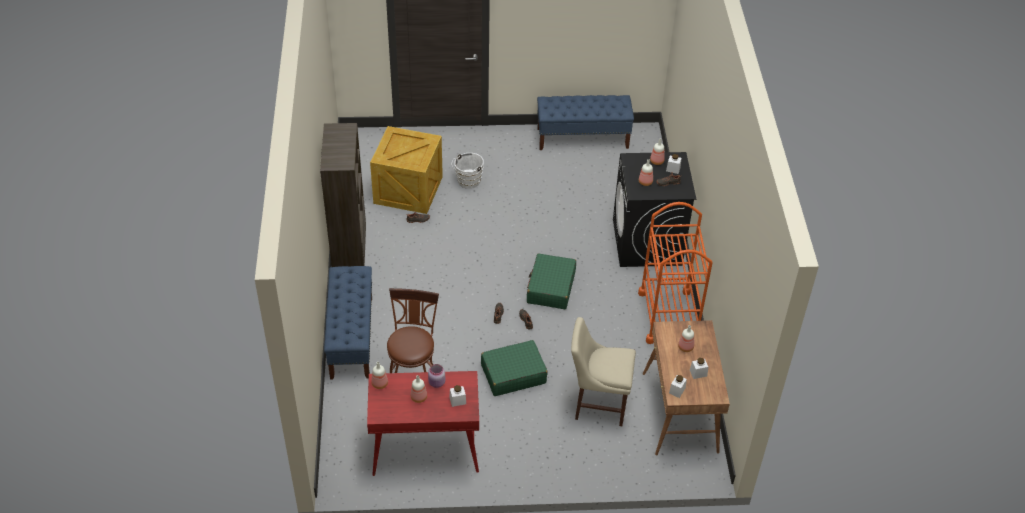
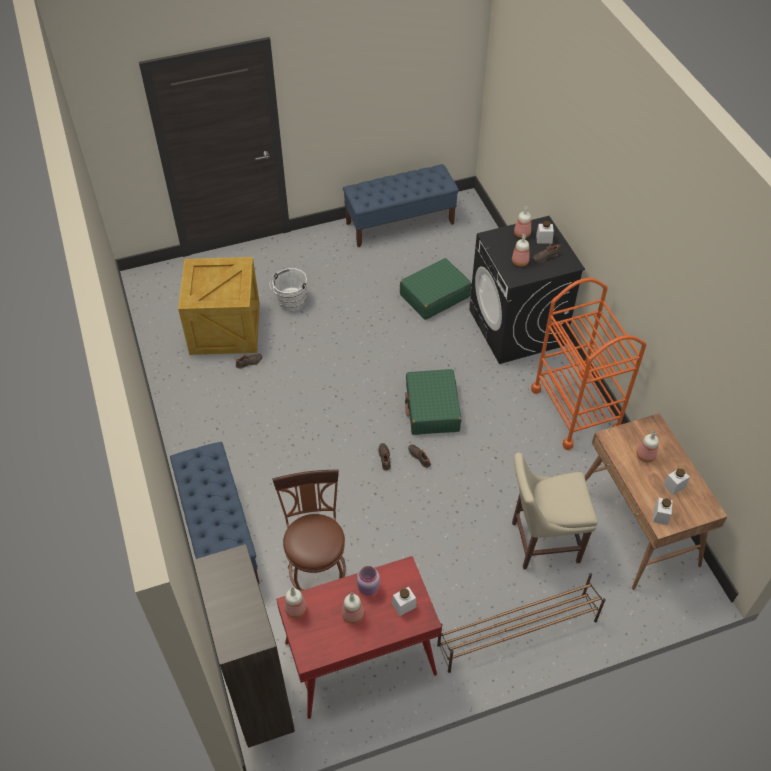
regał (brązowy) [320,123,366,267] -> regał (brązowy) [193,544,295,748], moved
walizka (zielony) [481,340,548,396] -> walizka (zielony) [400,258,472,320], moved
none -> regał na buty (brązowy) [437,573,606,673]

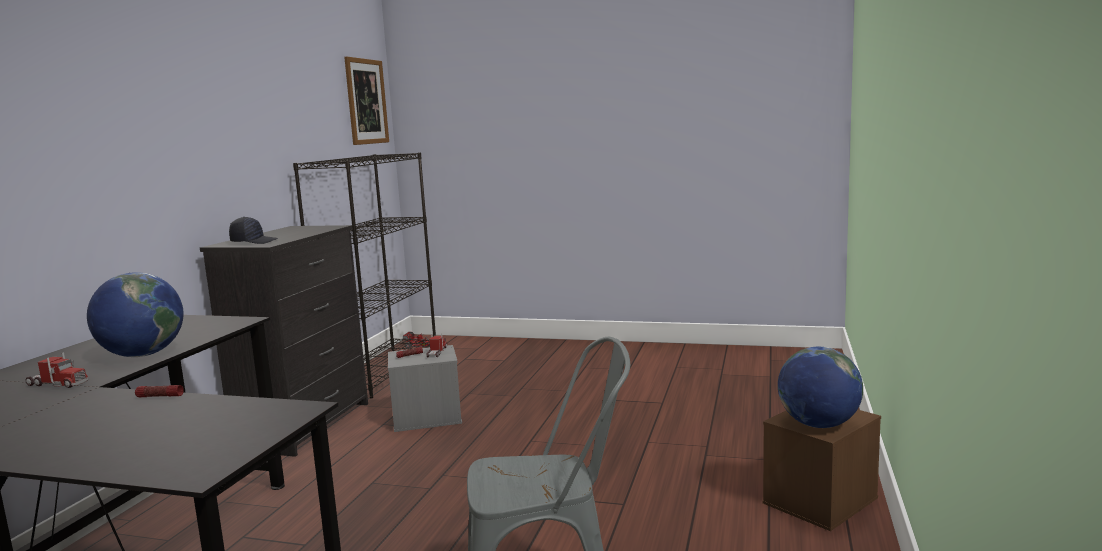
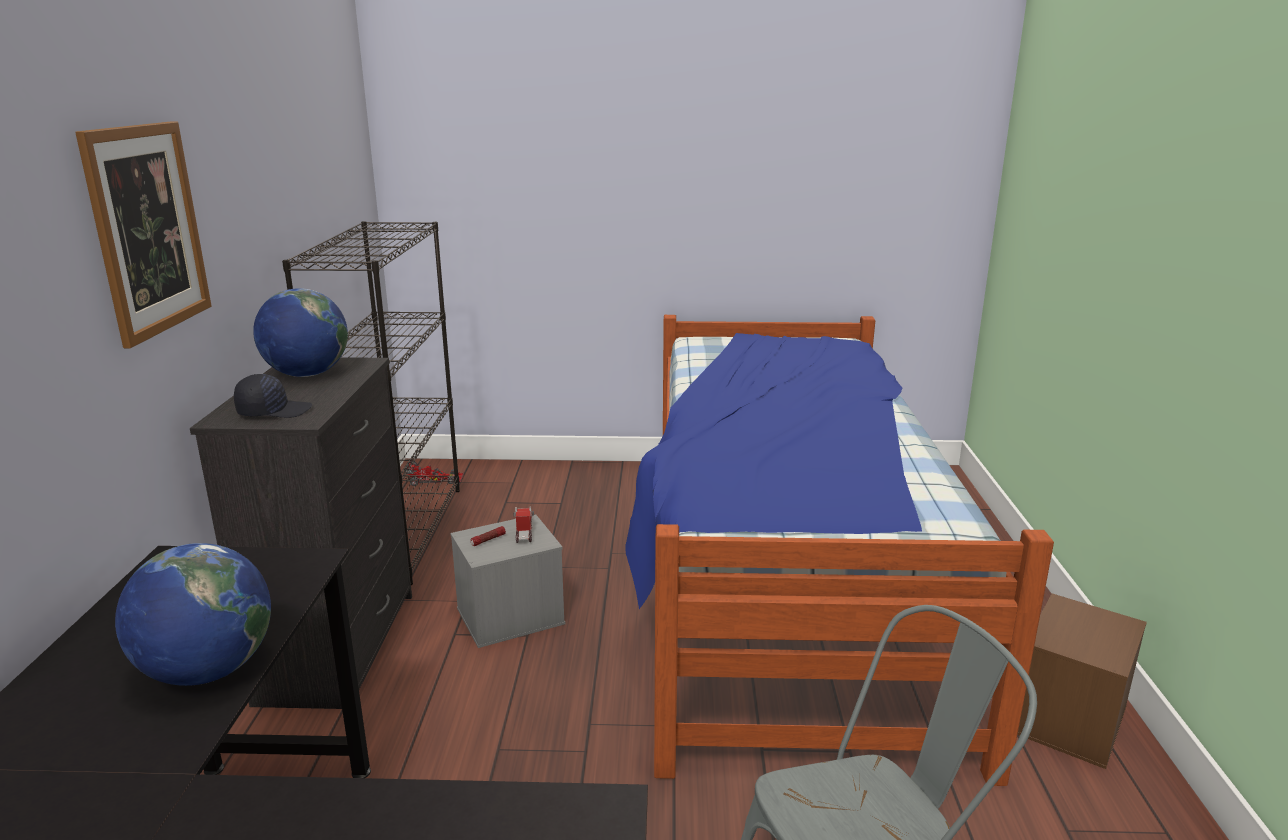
obraz [344,57,389,145] -> obraz [75,121,211,348], moved
globus [778,347,863,428] -> globus [253,288,348,377], moved
ciężarówka zabawkowa [26,352,88,388] -> none
latarka [135,385,184,397] -> none
none -> łóżko [625,315,1054,786]

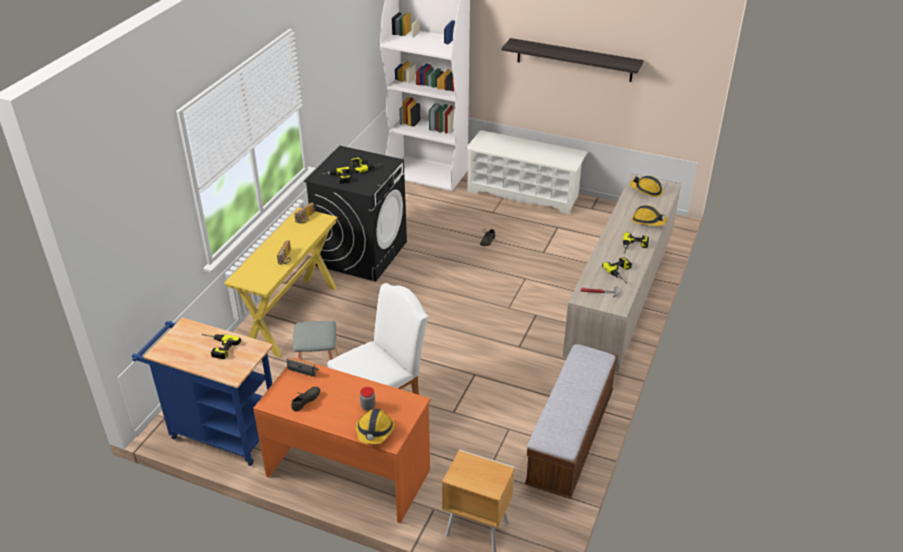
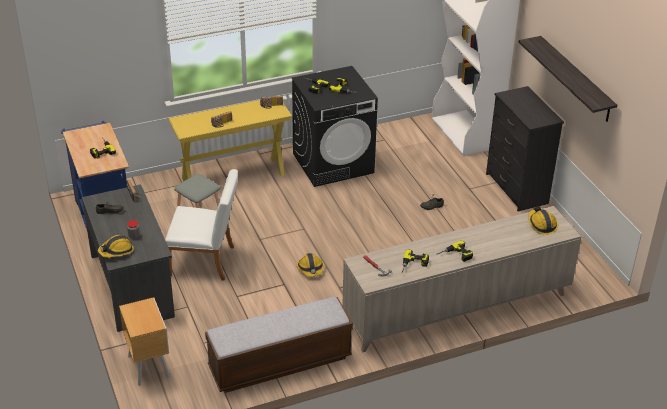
regał na buty (biały) [465,130,587,215] -> komoda (czarny) [486,86,564,211]
kask [631,205,667,226] -> kask [297,253,324,277], moved
biurko (pomarańczowy) [253,358,430,523] -> biurko (szary) [82,184,175,332]

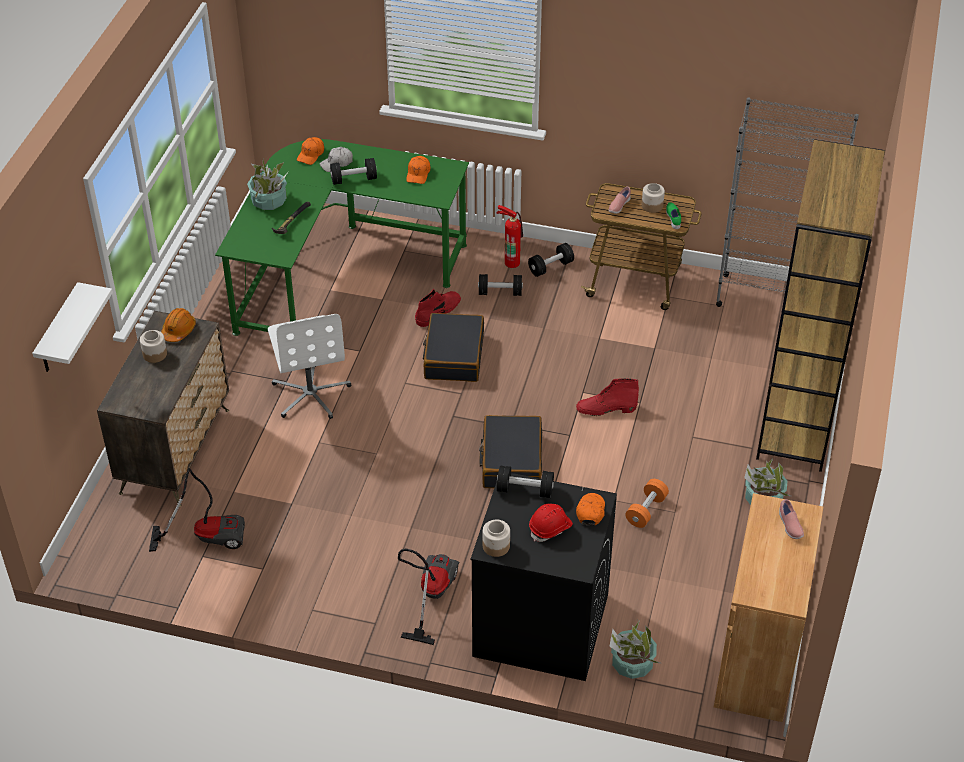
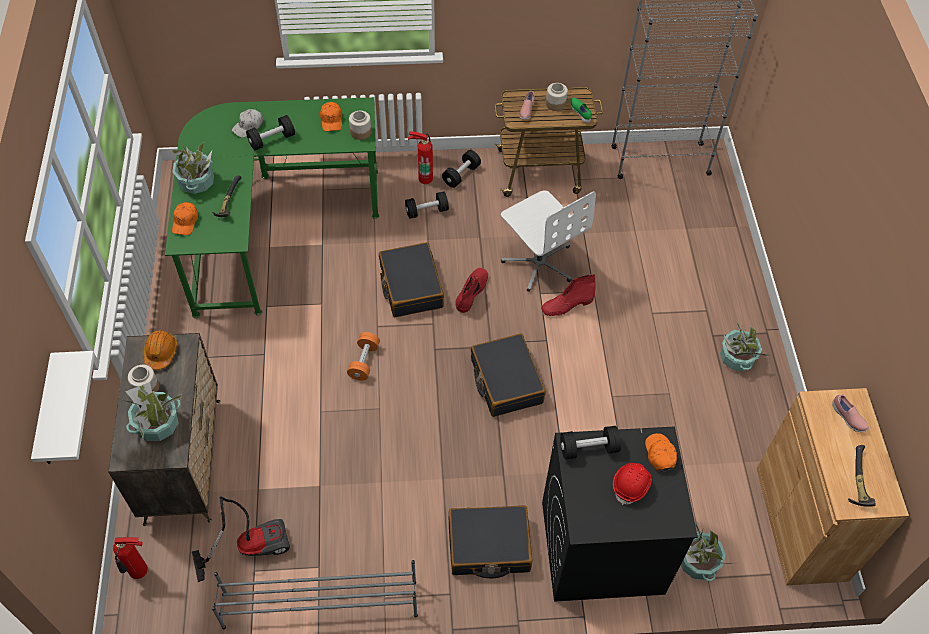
czapka z daszkiem (pomarańczowy) [297,137,324,165] -> czapka z daszkiem (pomarańczowy) [172,202,198,235], moved
regał (brązowy) [756,139,885,472] -> none
but z cholewką (czerwony) [415,289,461,327] -> but z cholewką (czerwony) [455,268,488,313], moved
krzesło biurowe (biały) [268,314,351,419] -> krzesło biurowe (biały) [501,190,596,292], moved
hantel (pomarańczowy) [625,479,669,528] -> hantel (pomarańczowy) [347,332,380,381], moved
słoik [483,520,510,557] -> słoik [349,111,371,140], moved
odkurzacz [398,549,460,645] -> walizka (czarny) [449,505,532,578]
none -> roślina doniczkowa [122,382,182,441]
none -> młotek [848,445,876,507]
none -> gaśnica [113,537,148,579]
none -> regał na buty (szary) [212,560,418,630]

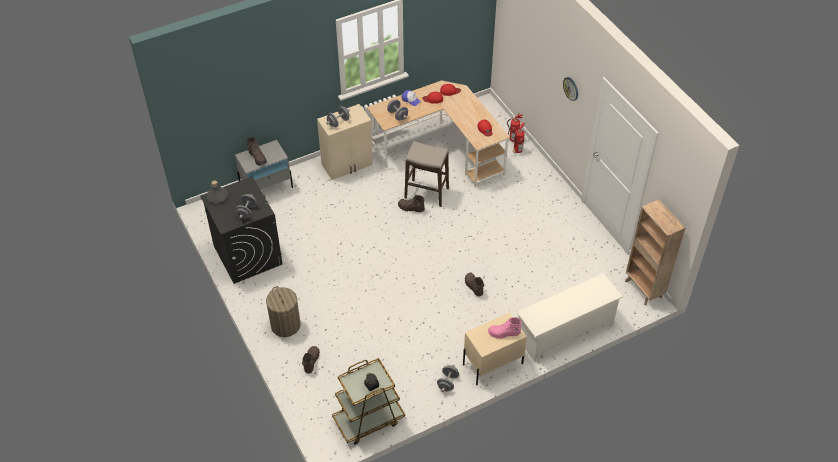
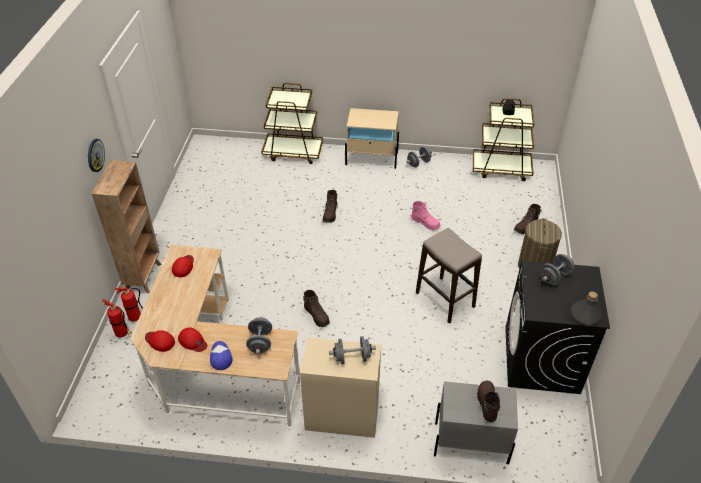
stołek [404,141,449,207] -> stołek [416,228,482,324], moved
regał (brązowy) [625,199,685,305] -> regał (brązowy) [92,160,162,294], moved
regał na buty (biały) [517,273,623,362] -> wózek (brązowy) [261,83,323,164]
but z cholewką (różowy) [488,317,522,339] -> but z cholewką (różowy) [411,201,441,230], moved

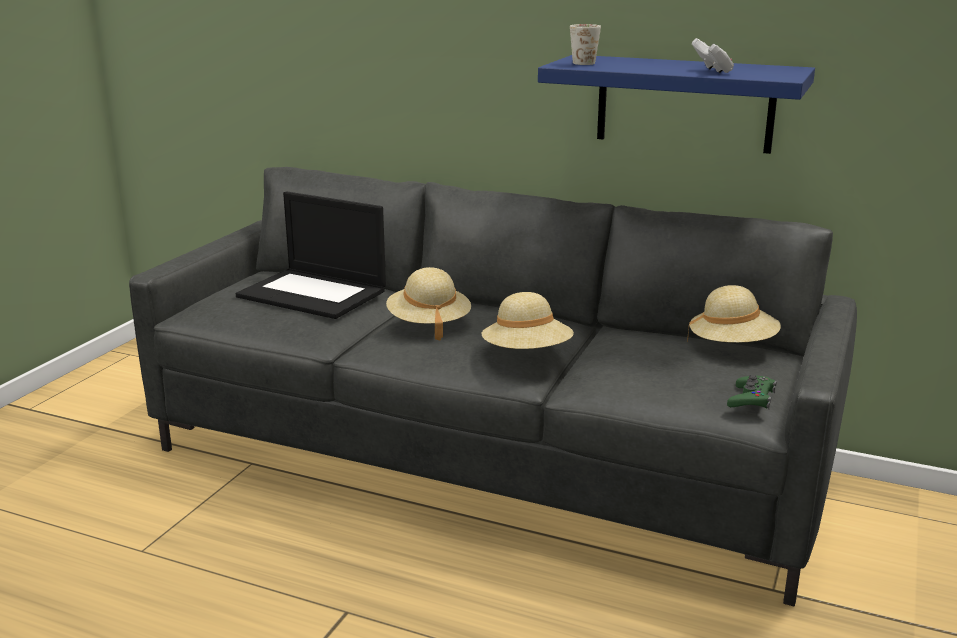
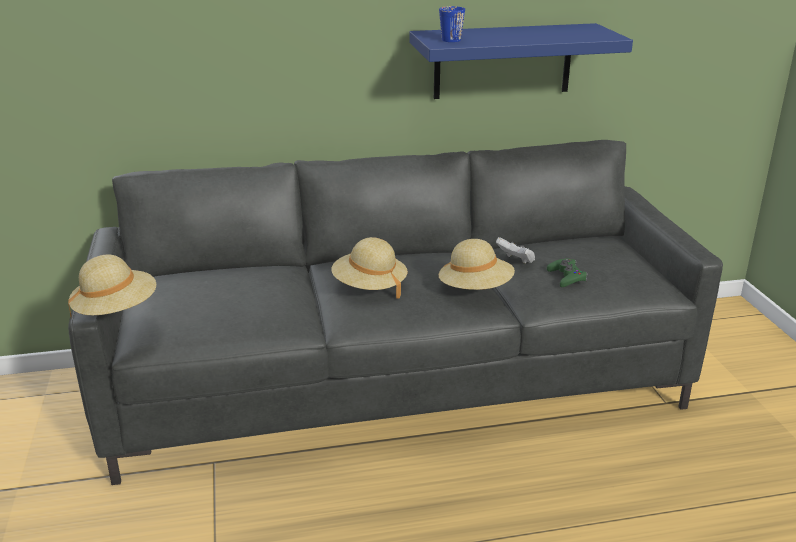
kubek (biały) [570,24,601,65] -> kubek (niebieski) [439,6,465,42]
pad do gier (biały) [692,38,734,73] -> pad do gier (biały) [496,237,535,264], moved
laptop [236,191,386,319] -> none
kapelusz (beżowy) [687,285,781,343] -> kapelusz (beżowy) [68,254,156,317], moved
pad do gier (zielony) [727,375,777,409] -> pad do gier (zielony) [547,259,588,287], moved

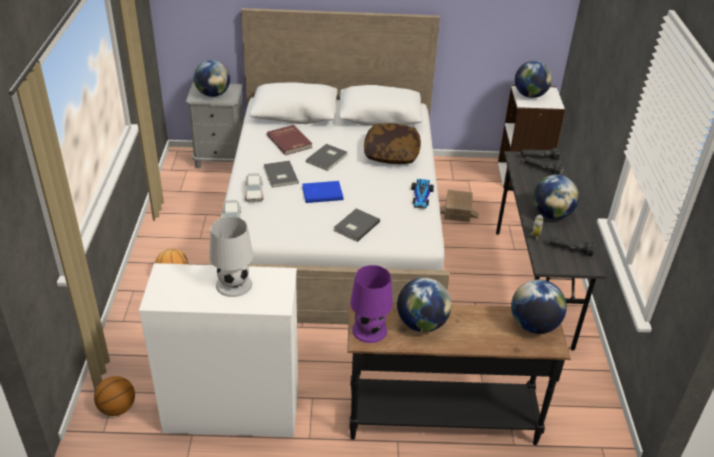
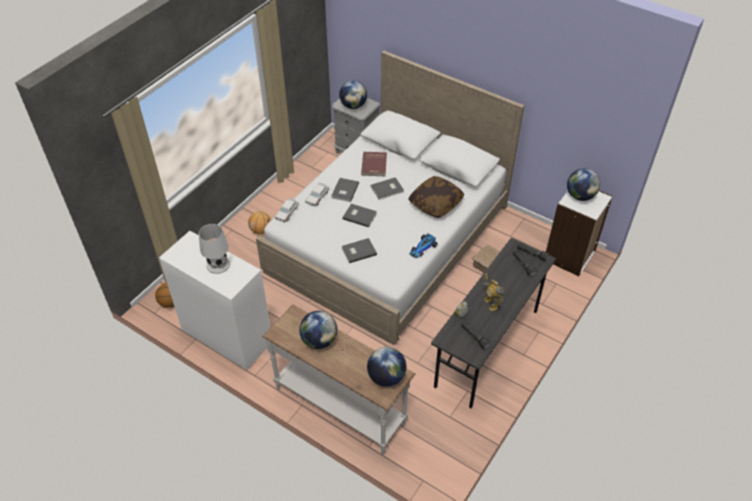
globus [533,174,579,219] -> robot zabawkowy [483,273,504,312]
książka (niebieski) [302,181,343,203] -> książka (szary) [342,204,377,227]
lampa stołowa (fioletowy) [350,265,393,343] -> none
stolik konsolowy (czarny) [347,301,571,445] -> stolik konsolowy (biały) [262,305,416,455]

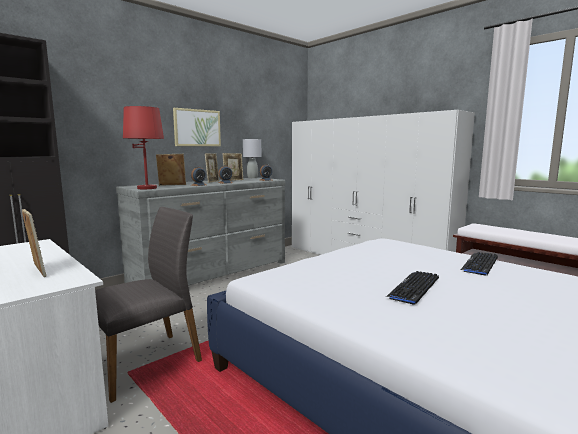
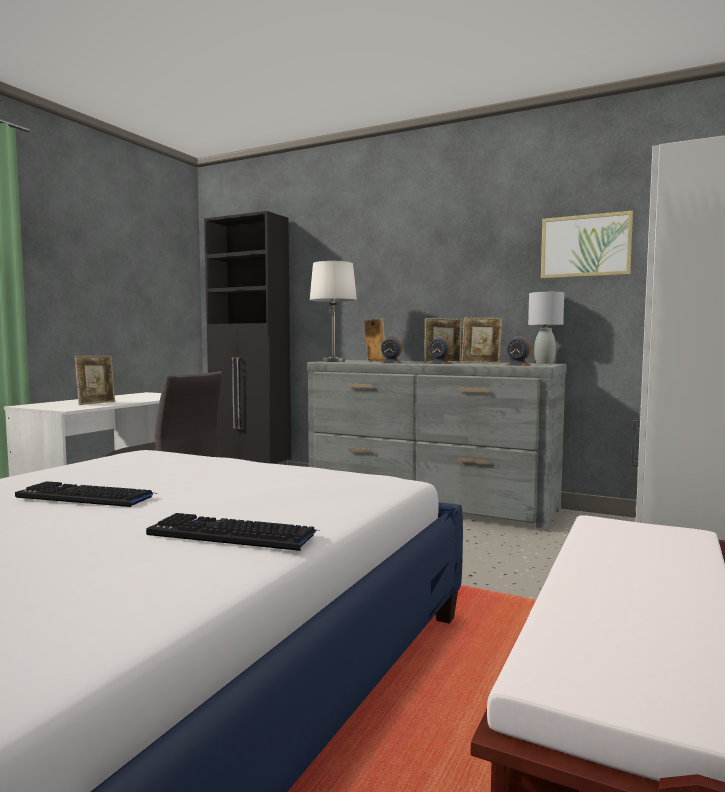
lampa stołowa (czerwony) [123,106,164,189] -> lampa stołowa (biały) [310,261,357,362]
obraz [173,108,221,146] -> obraz [541,211,633,279], moved

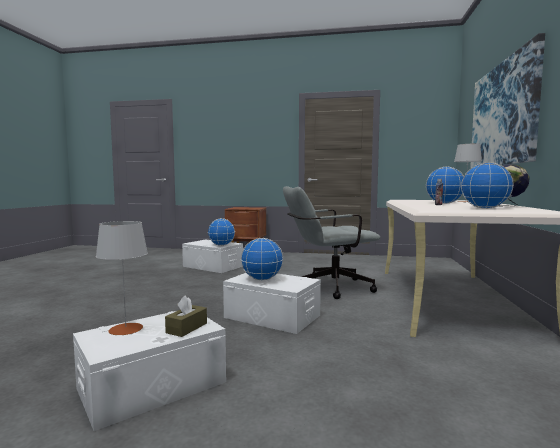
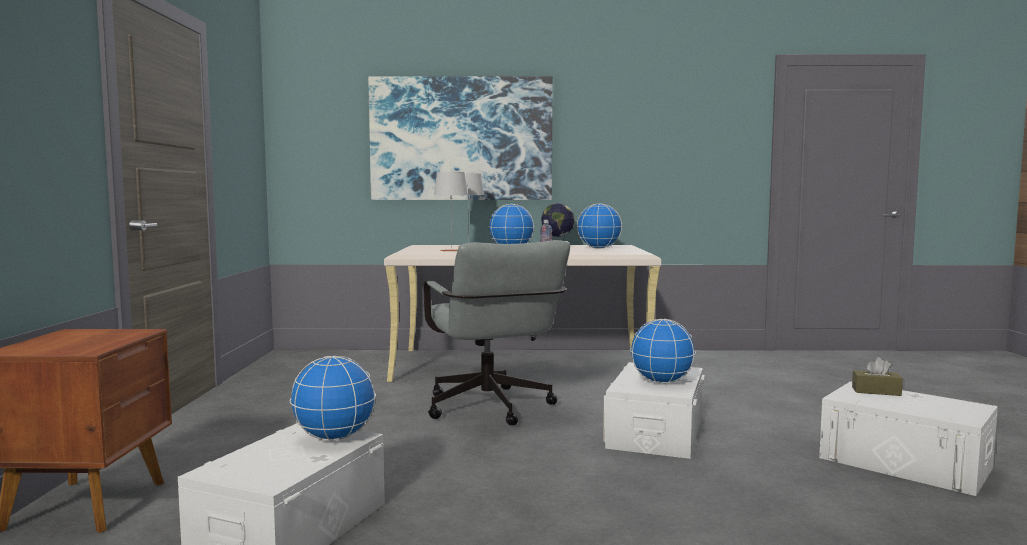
lampa stołowa (szary) [96,221,148,335] -> lampa stołowa (szary) [434,172,468,252], moved

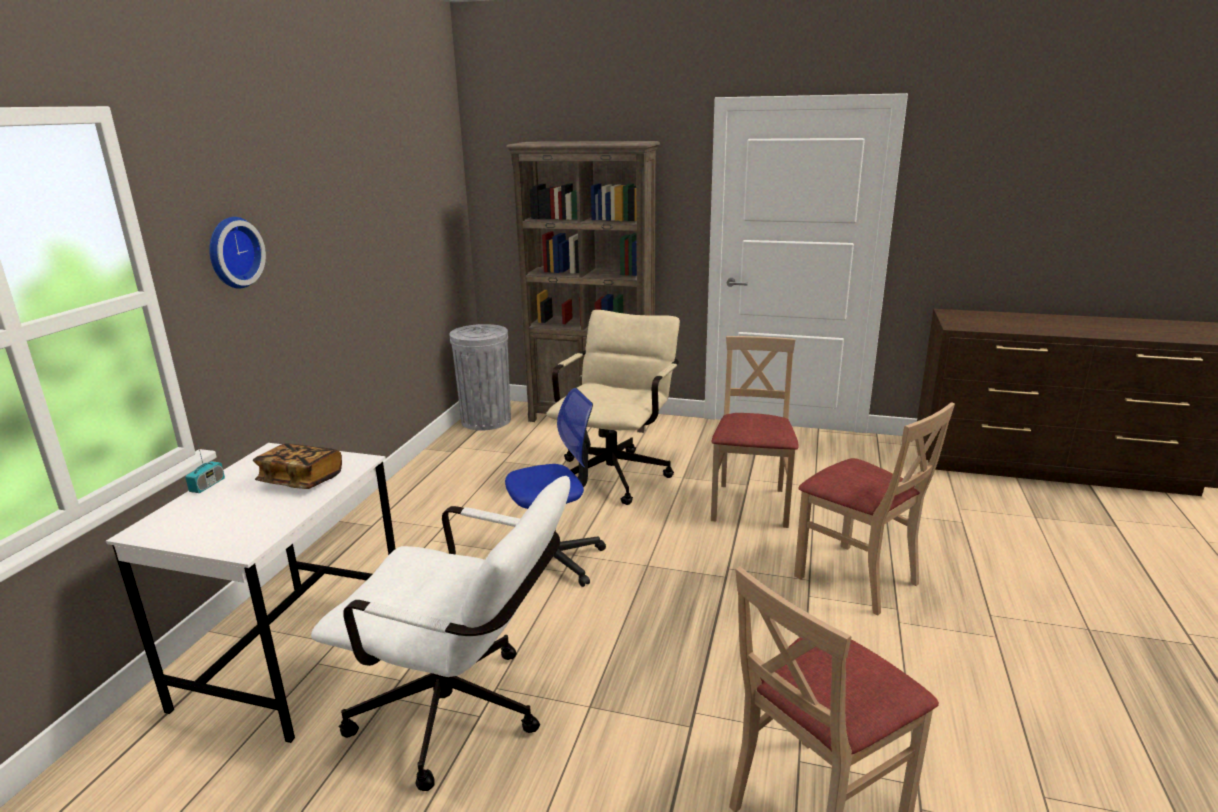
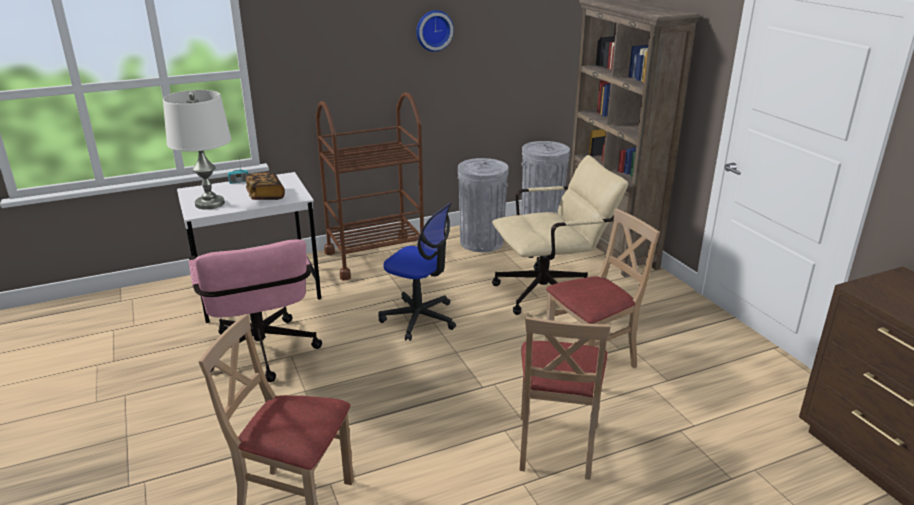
zegar ścienny [209,217,266,289] -> zegar ścienny [416,10,454,52], moved
krzesło biurowe (biały) [311,476,570,791] -> krzesło biurowe (różowy) [189,239,322,382]
none -> lampa stołowa (biały) [163,90,231,210]
none -> wózek (brązowy) [316,92,424,280]
none -> kosz na śmieci (szary) [458,158,509,252]

